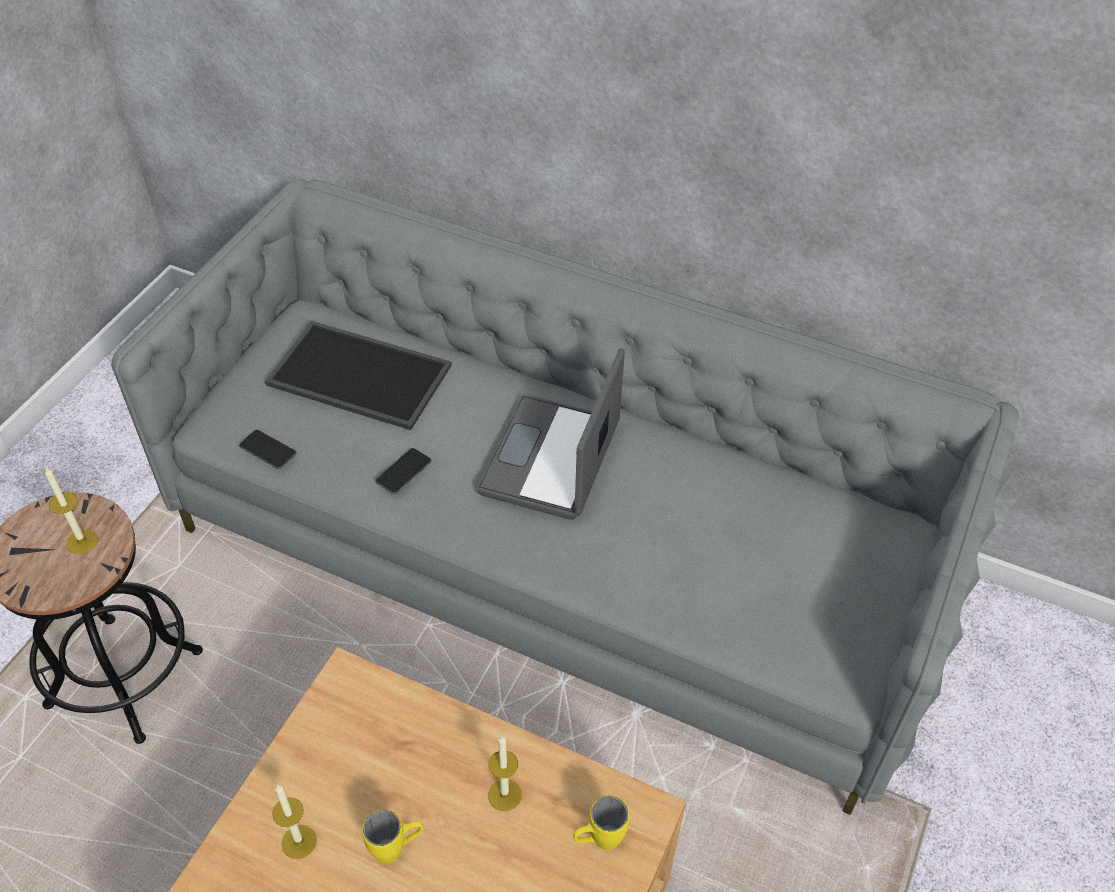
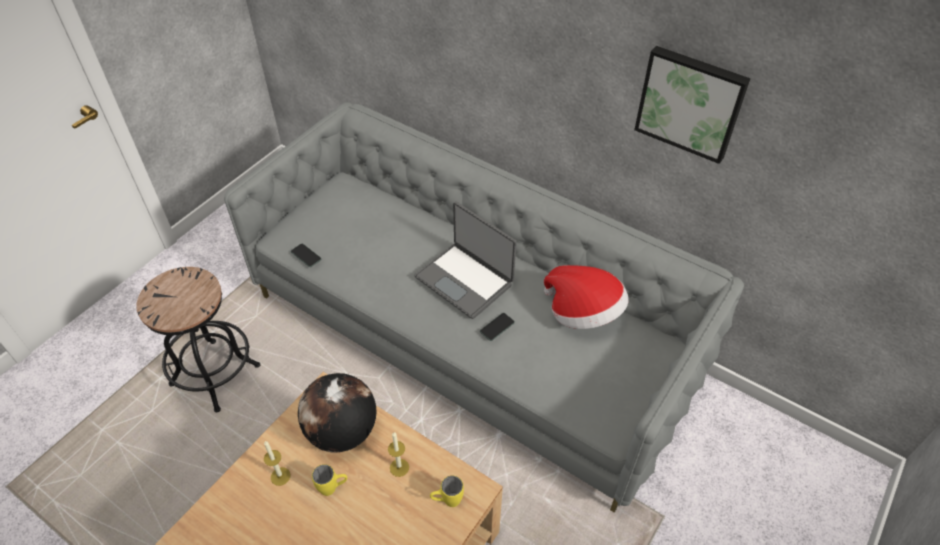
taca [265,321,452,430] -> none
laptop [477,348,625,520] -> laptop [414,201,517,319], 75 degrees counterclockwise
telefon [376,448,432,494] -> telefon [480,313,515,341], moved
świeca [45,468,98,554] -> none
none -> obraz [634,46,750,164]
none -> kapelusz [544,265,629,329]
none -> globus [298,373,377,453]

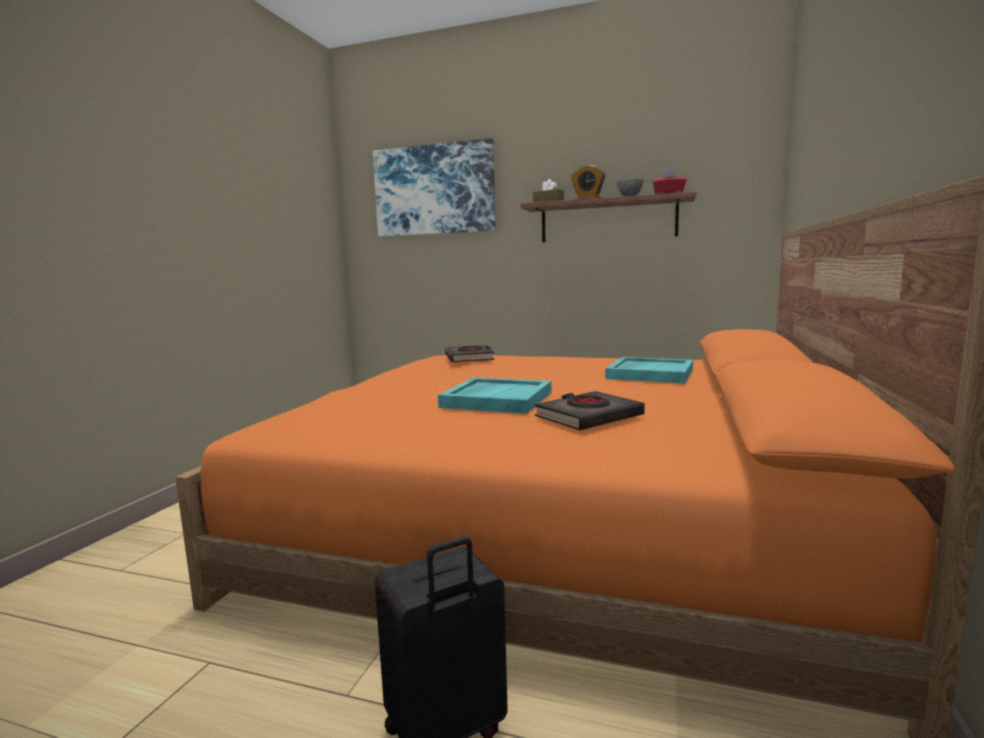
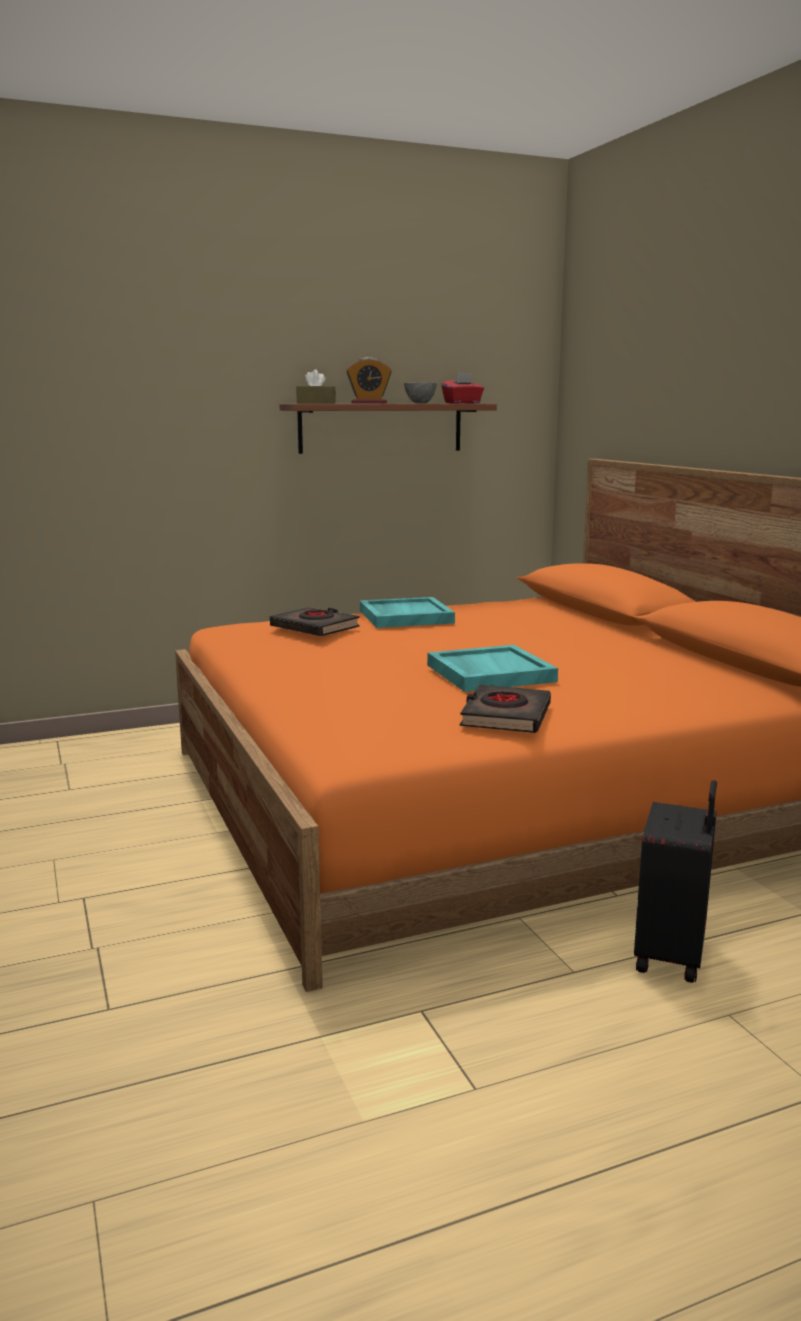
obraz [373,138,496,237] -> none
taca (turkusowy) [605,357,693,384] -> taca (turkusowy) [360,597,455,628], moved
książka (czarny) [535,391,645,430] -> książka (czarny) [460,684,551,733], moved

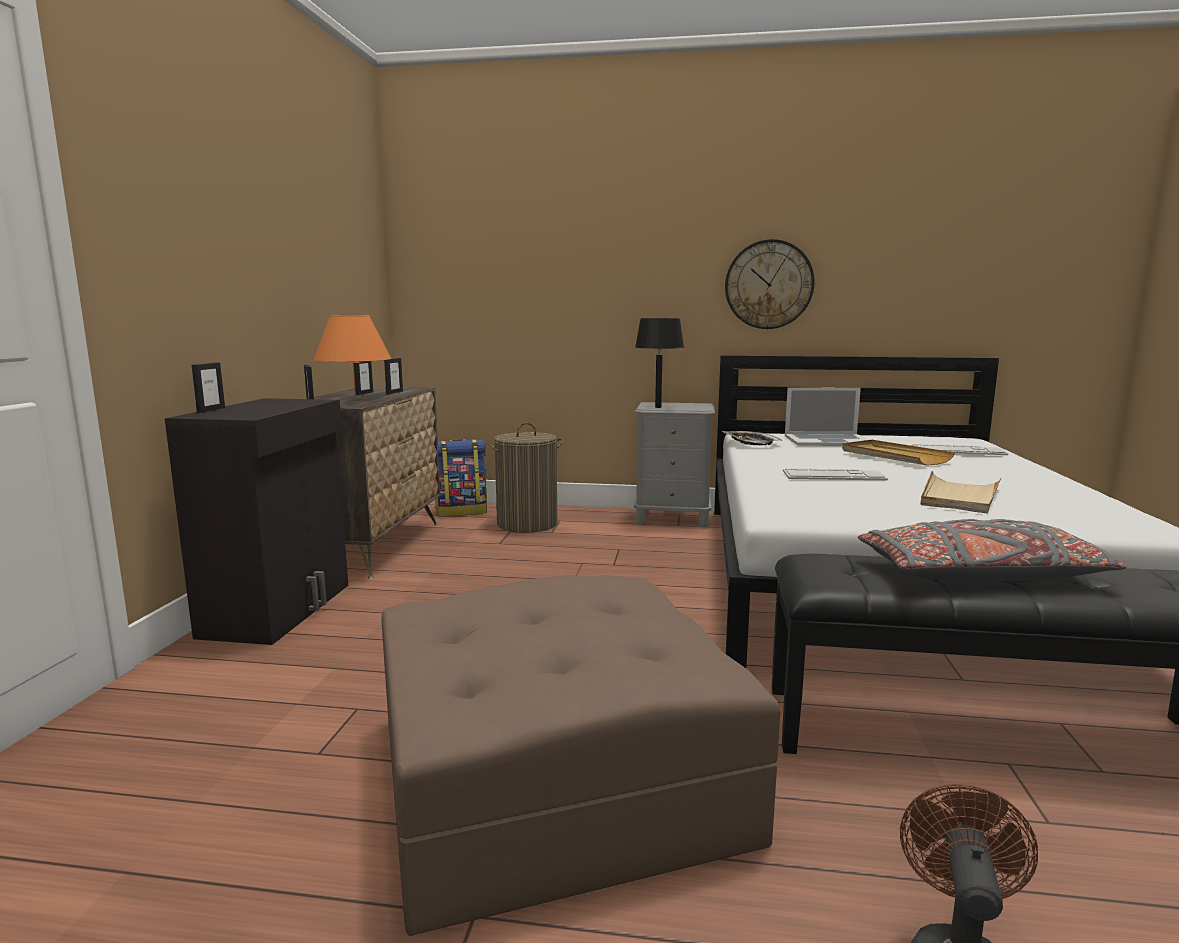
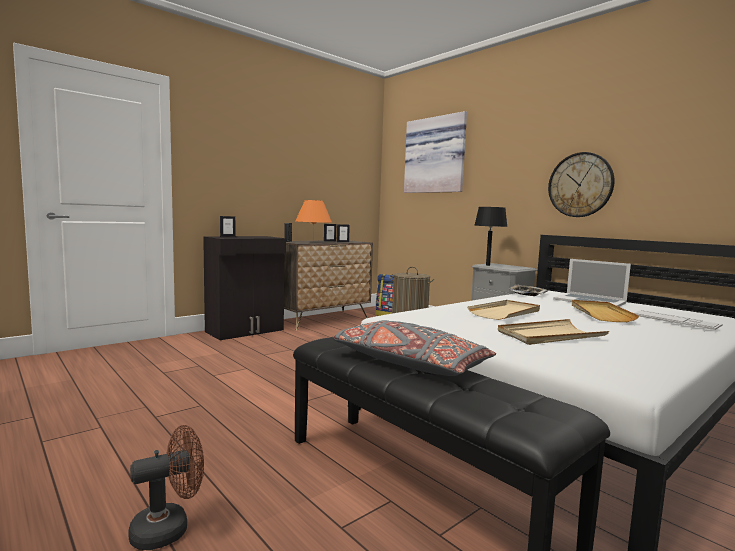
klawiatura [783,468,888,480] -> taca (beżowy) [467,300,540,320]
pufa (brązowy) [381,575,780,936] -> none
none -> obraz [404,111,467,193]

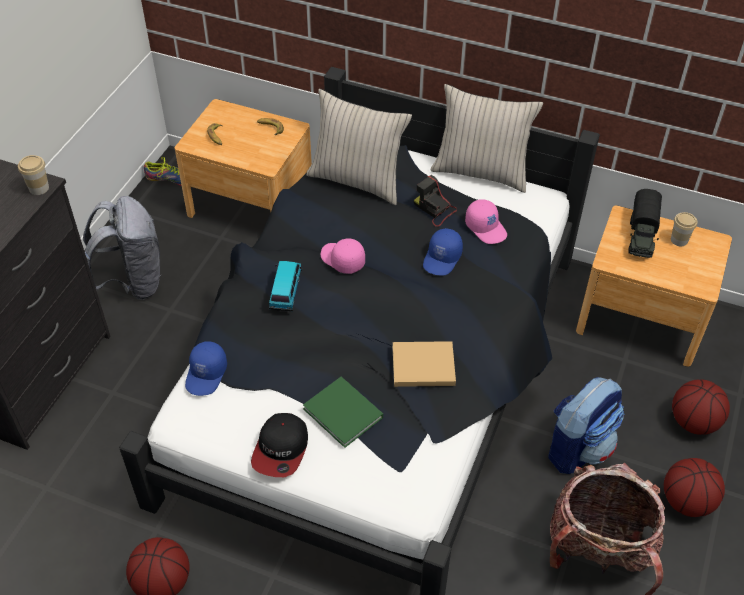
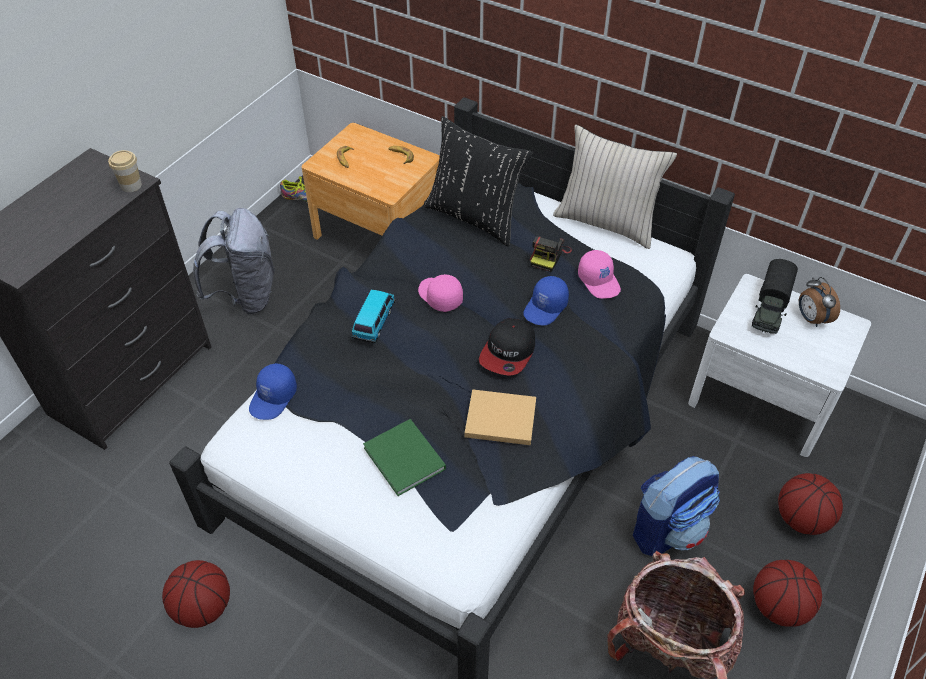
poduszka (beżowy) [307,89,412,205] -> poduszka (czarny) [424,116,533,247]
aparat fotograficzny [414,175,457,227] -> aparat fotograficzny [529,236,572,272], 120 degrees counterclockwise
szafka nocna (brązowy) [576,206,732,367] -> szafka nocna (biały) [688,274,871,457]
filiżanka [671,212,697,246] -> budzik [799,277,840,327]
czapka z daszkiem [251,413,308,477] -> czapka z daszkiem [479,318,535,376], moved

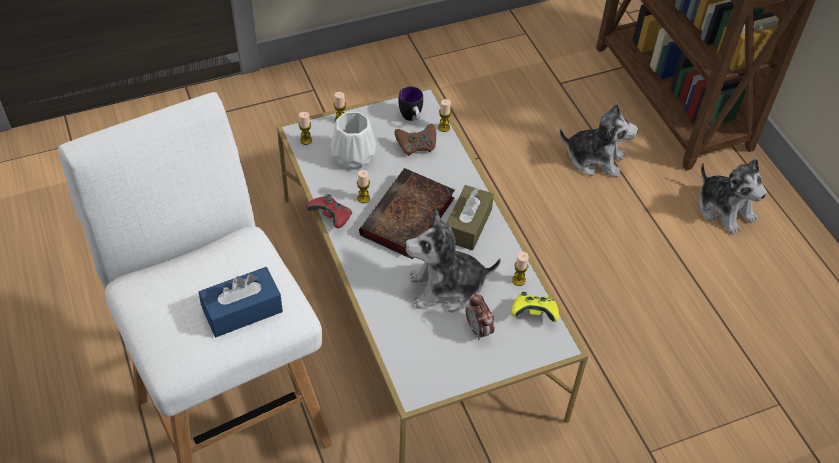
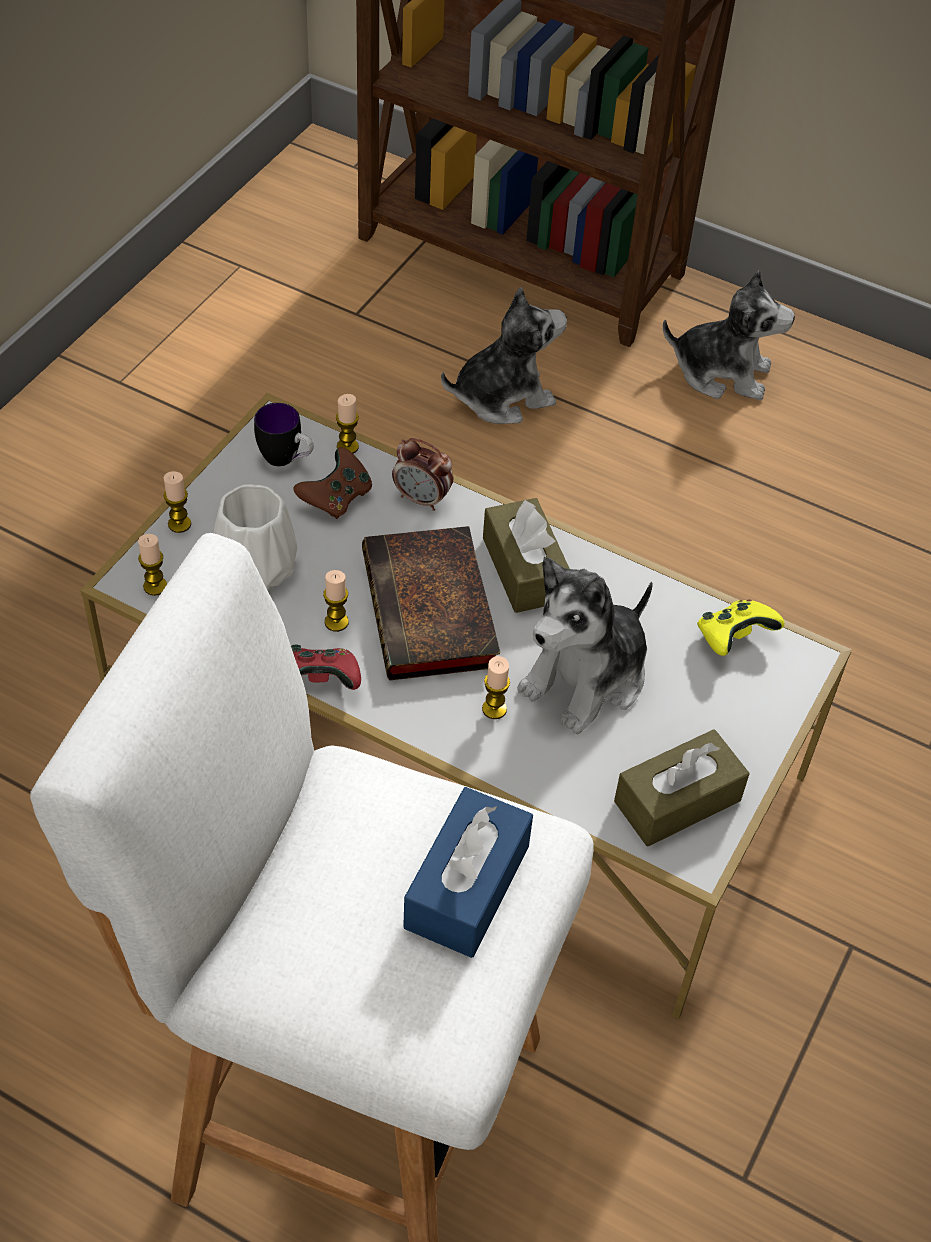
świeca [512,252,529,286] -> świeca [482,656,510,719], moved
budzik [466,293,494,340] -> budzik [392,438,453,511], moved
none -> pudełko chusteczek (brązowy) [614,729,750,846]

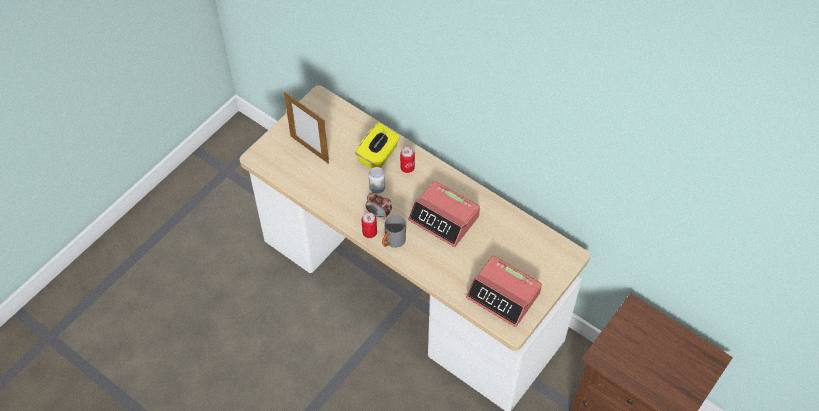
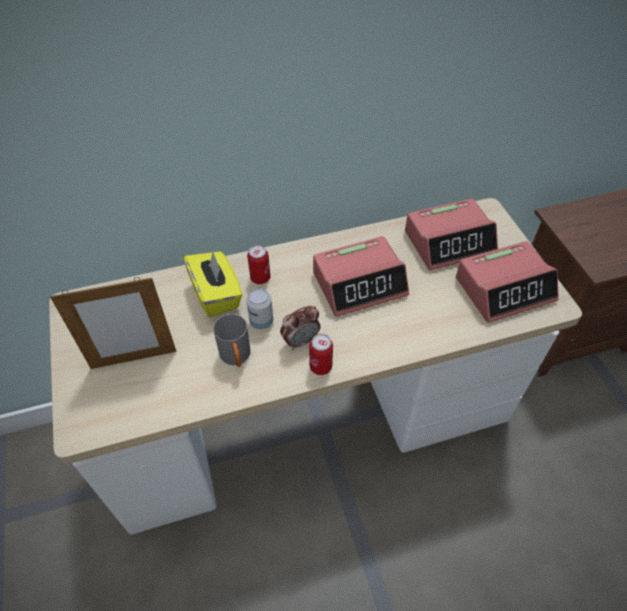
kubek (szary) [382,215,406,248] -> kubek (szary) [213,314,250,367], moved
none -> budzik [405,198,498,270]

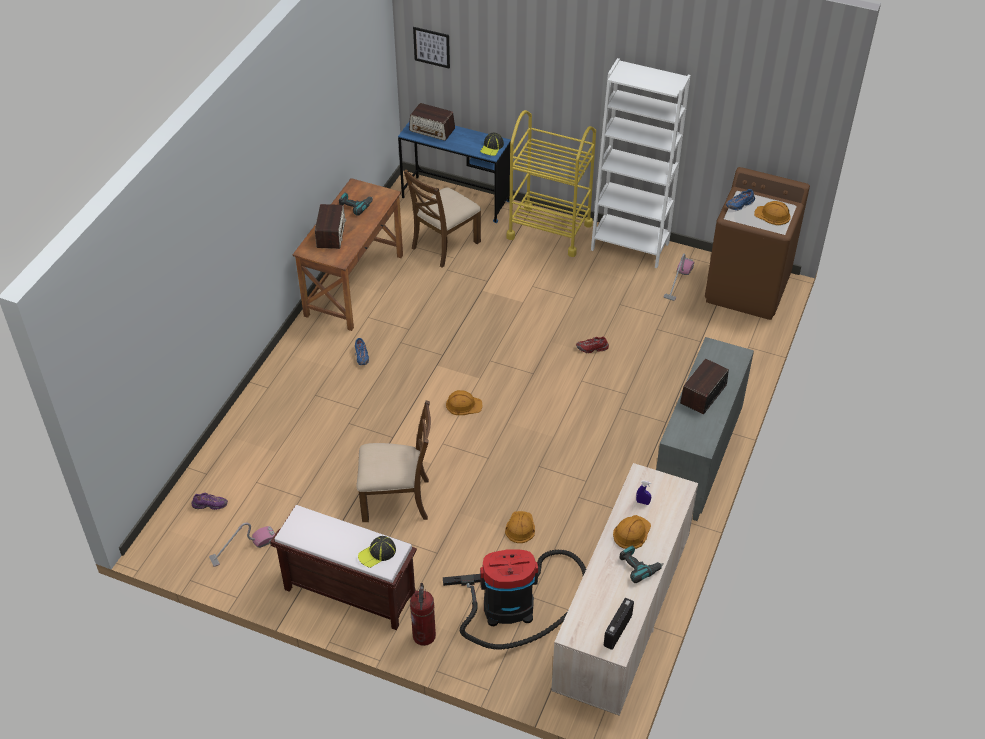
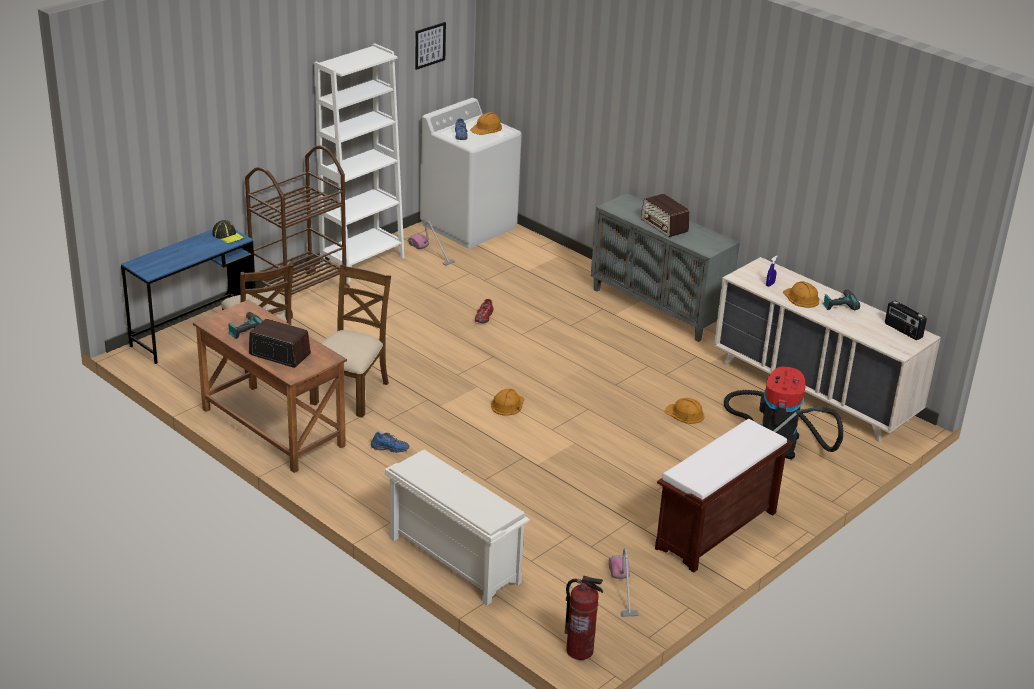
obraz [413,27,450,68] -> obraz [415,22,446,70], moved
radio [409,103,455,141] -> none
wózek (żółty) [506,110,596,257] -> wózek (brązowy) [245,145,350,319]
pralka (brązowy) [705,167,810,320] -> pralka (biały) [420,98,522,249]
krzesło (brązowy) [356,401,431,522] -> krzesło (brązowy) [310,265,391,418], moved
but (fioletowy) [192,493,228,510] -> none
czapka z daszkiem [358,536,396,568] -> none
gaśnica [410,583,436,646] -> gaśnica [565,576,603,660], moved
none -> regał na buty (biały) [385,450,530,605]

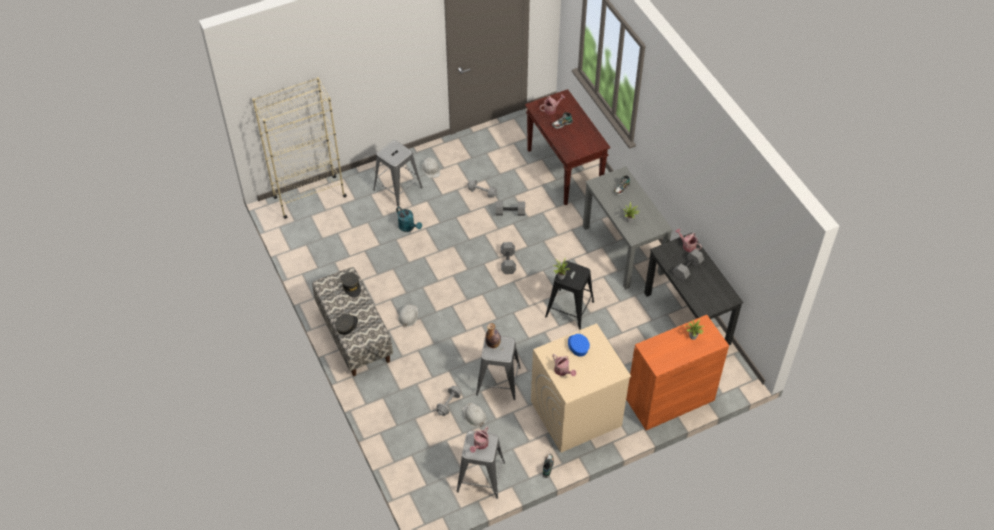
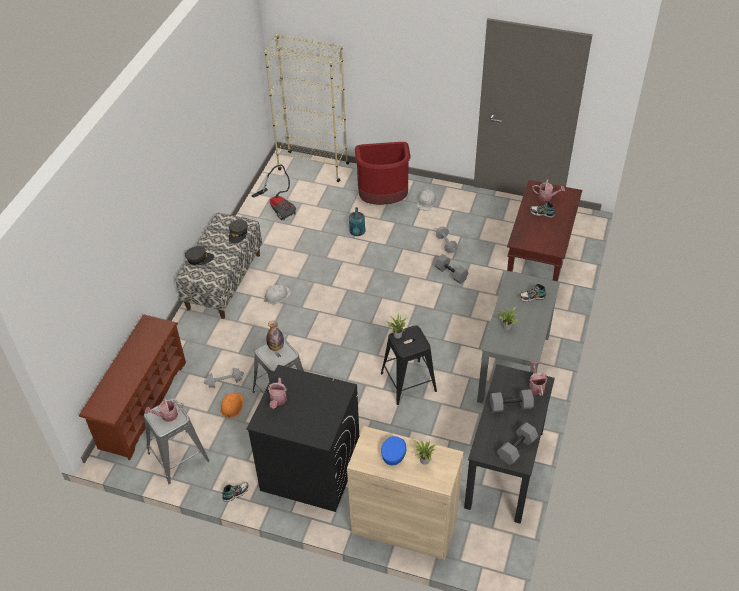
stołek (szary) [373,140,423,207] -> kosz na śmieci (czerwony) [355,142,410,205]
hantel (szary) [500,242,516,274] -> hantel (szary) [497,422,538,465], moved
szafka (pomarańczowy) [626,315,729,430] -> szafka (beżowy) [347,426,464,560]
pralka (beżowy) [531,323,631,453] -> pralka (czarny) [246,365,359,512]
czapka z daszkiem (niebieski) [568,334,590,357] -> czapka z daszkiem (niebieski) [381,436,406,465], moved
kask (biały) [462,403,486,427] -> kask (pomarańczowy) [220,392,243,419]
none -> odkurzacz [252,165,296,220]
none -> regał na buty (brązowy) [79,314,186,460]

